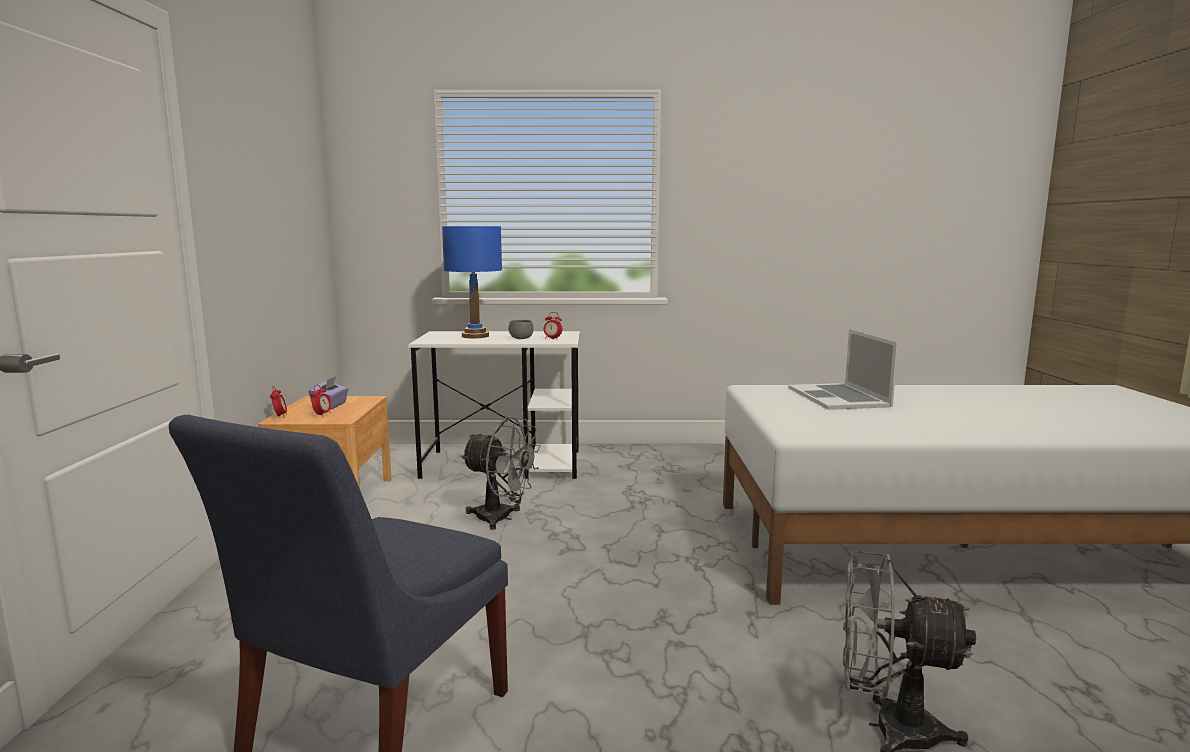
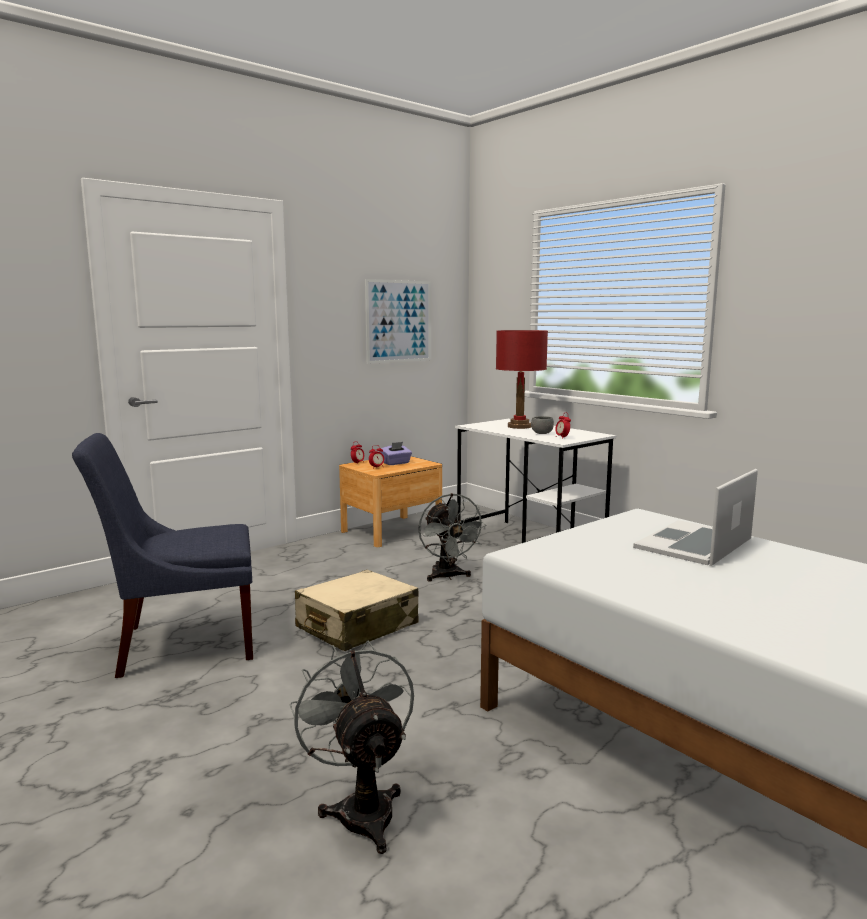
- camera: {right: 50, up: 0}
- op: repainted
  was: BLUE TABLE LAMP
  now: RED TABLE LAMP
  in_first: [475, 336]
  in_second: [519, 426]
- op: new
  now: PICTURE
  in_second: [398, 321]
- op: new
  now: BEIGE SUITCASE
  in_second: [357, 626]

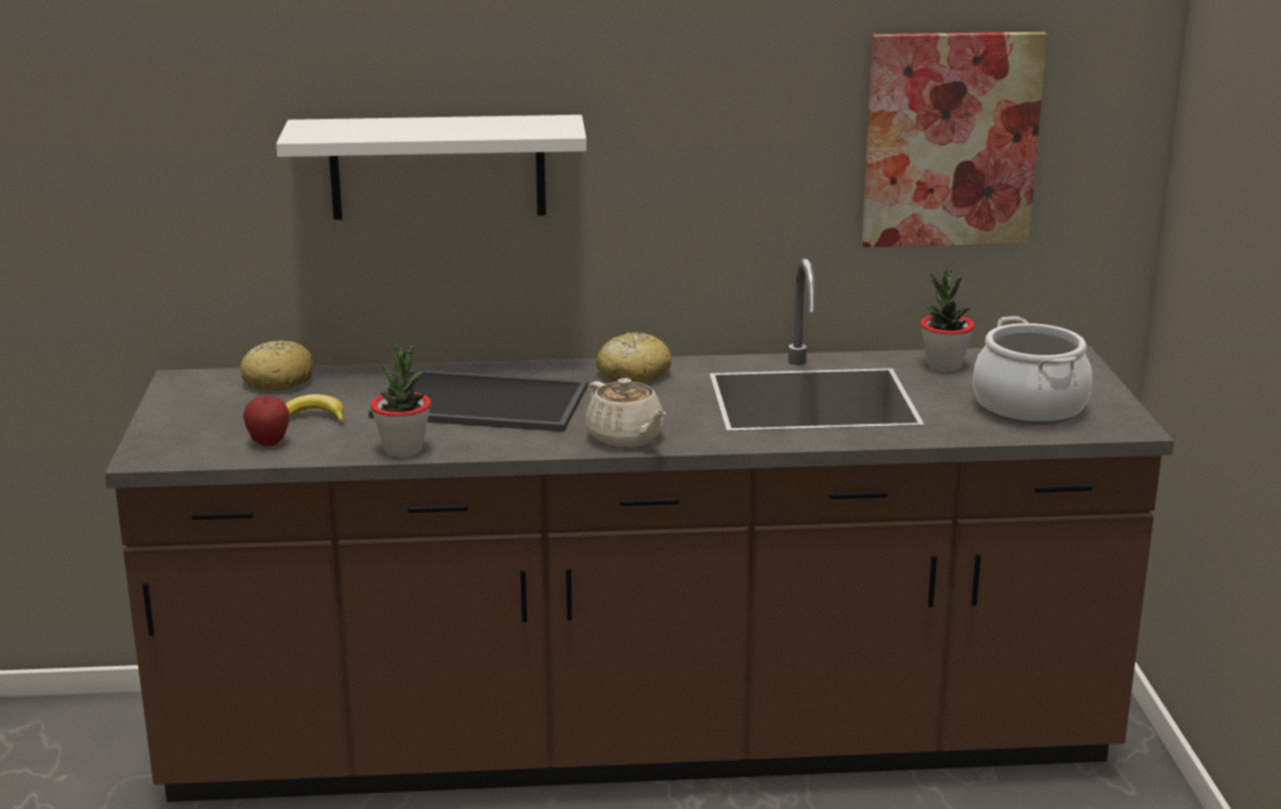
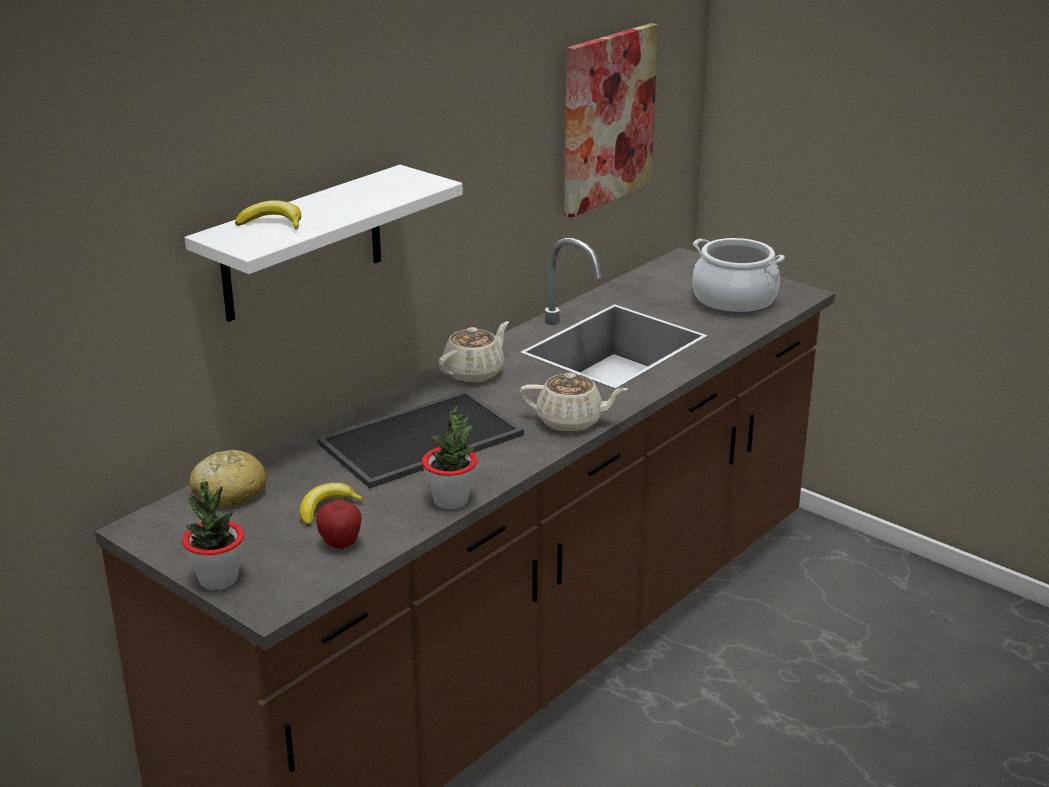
- camera: {right: -45, up: 5}
- op: shifted
  was: POTTED PLANT
  in_first: [944, 366]
  in_second: [218, 580]
- op: swapped
  was: BREAD
  now: BEIGE TEAPOT
  in_first: [633, 374]
  in_second: [474, 373]
- op: new
  now: BANANA
  in_second: [272, 223]

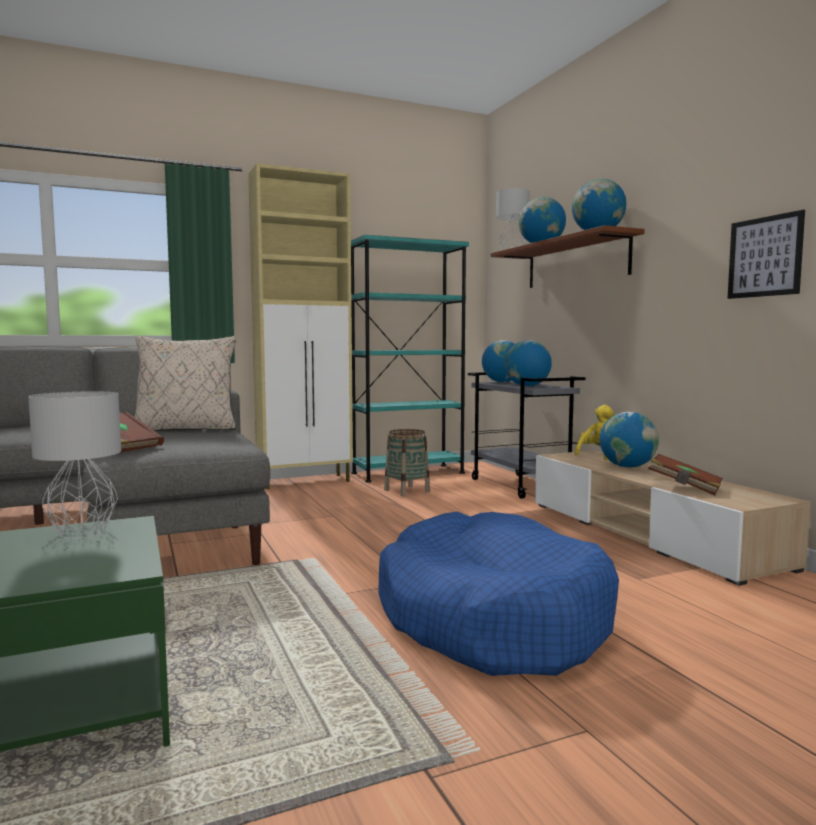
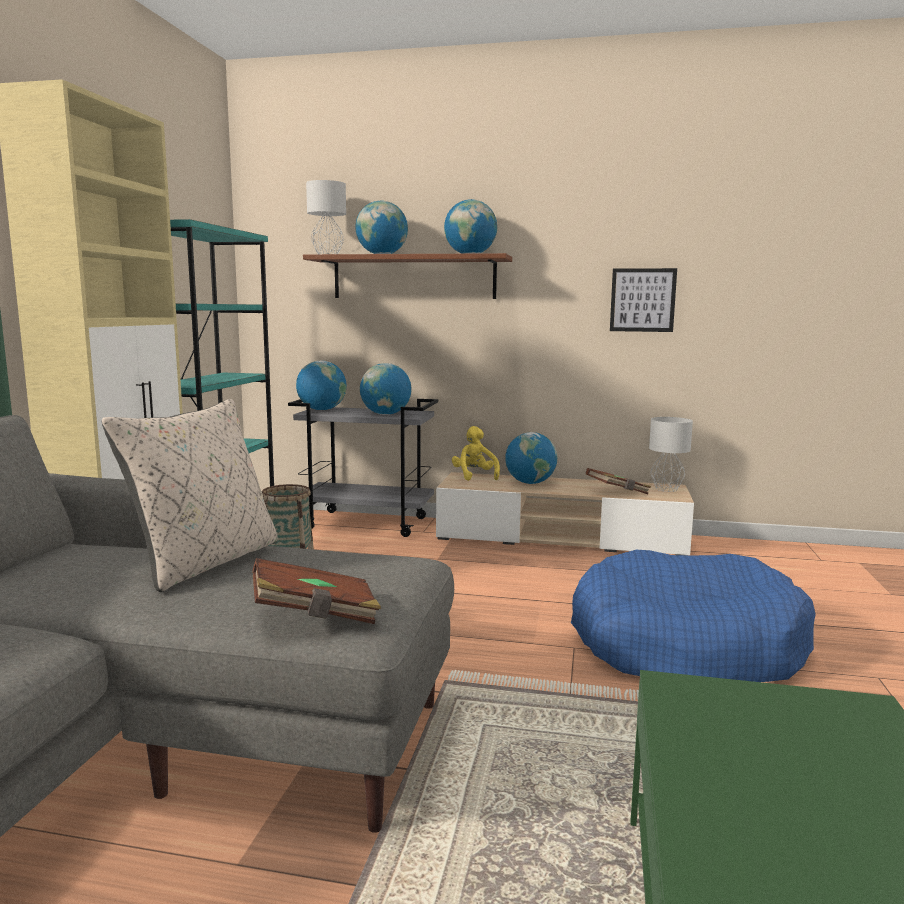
- camera: {right: -55, up: 5}
- op: shifted
  was: GREY TABLE LAMP
  in_first: [81, 533]
  in_second: [666, 489]

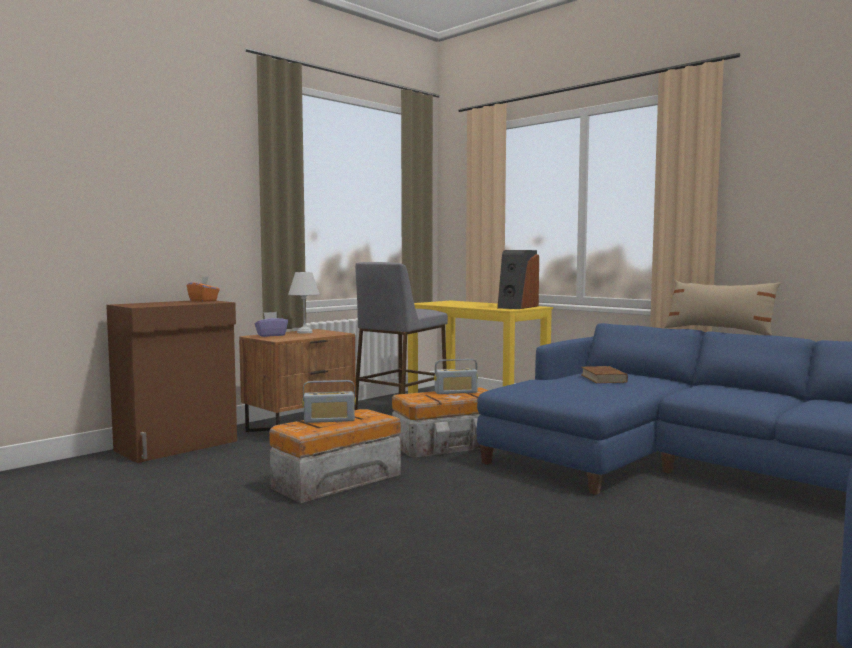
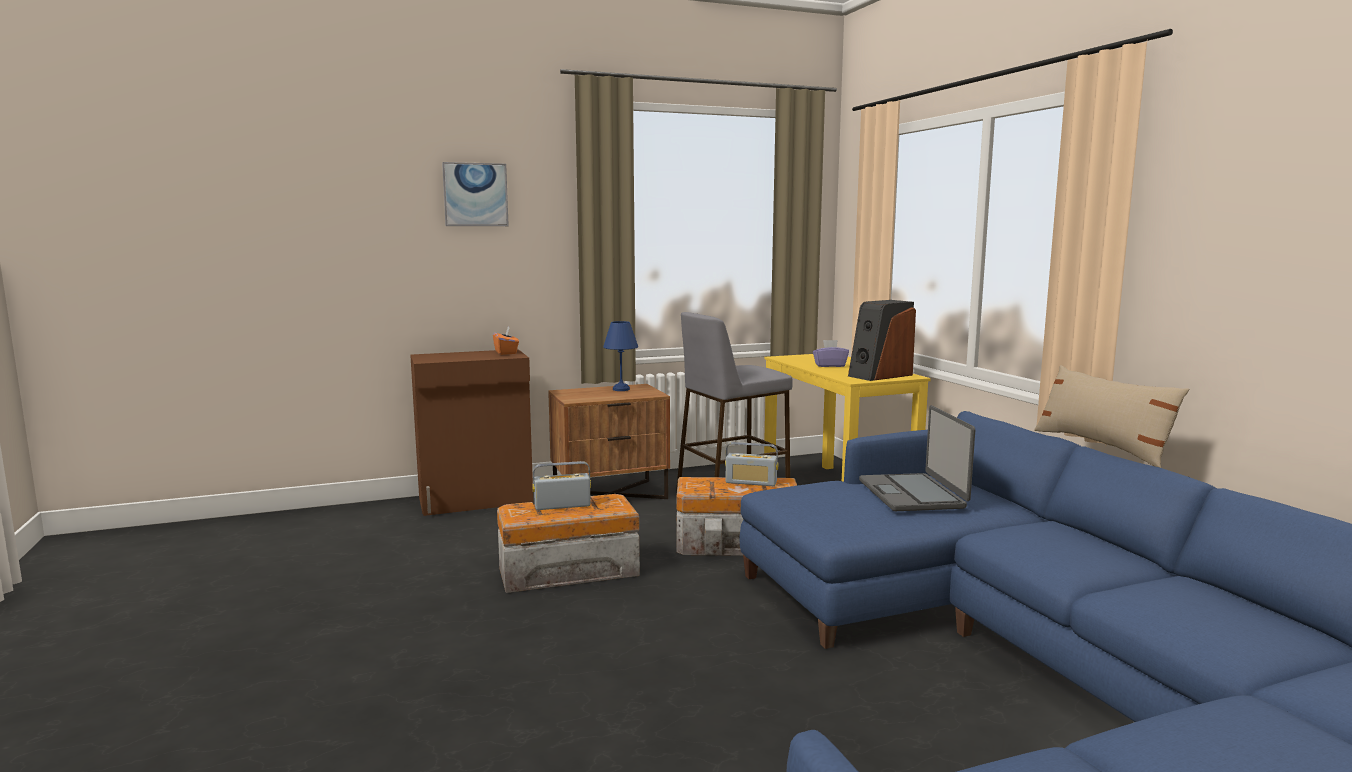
- camera: {right: 25, up: 5}
- op: repainted
  was: WHITE TABLE LAMP
  now: BLUE TABLE LAMP
  in_first: [305, 332]
  in_second: [622, 389]
- op: shifted
  was: PURPLE TISSUE BOX
  in_first: [271, 335]
  in_second: [829, 365]
- op: swapped
  was: BROWN BOOK
  now: LAPTOP
  in_first: [603, 378]
  in_second: [913, 494]
- op: rotated
  was: RADIO
  in_first: [329, 420]
  in_second: [562, 505]
  clockwise: 150
- op: new
  now: PICTURE
  in_second: [475, 194]

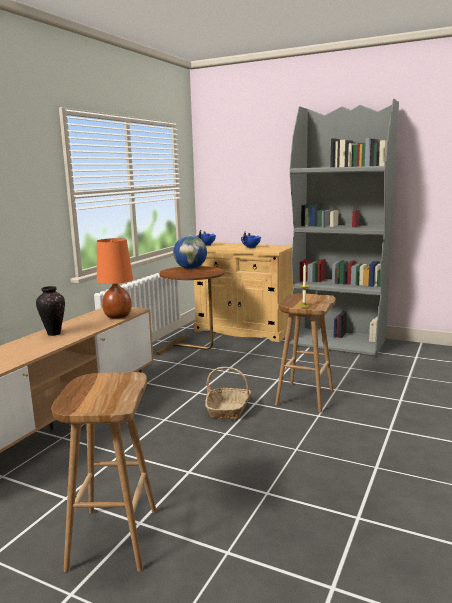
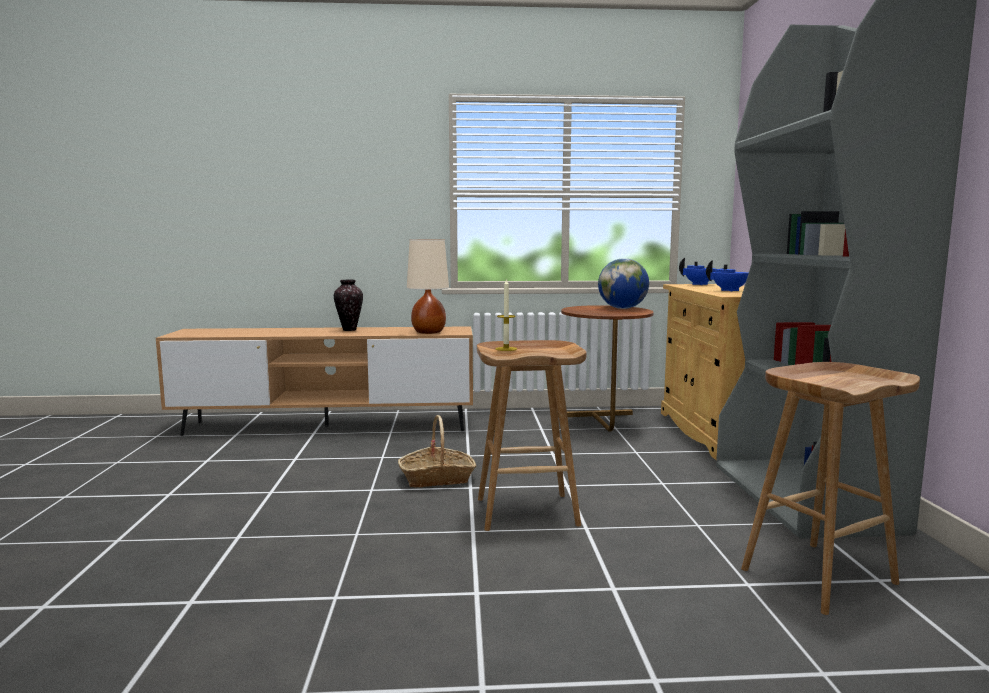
- camera: {right: 60, up: -5}
- op: repainted
  was: ORANGE TABLE LAMP
  now: BEIGE TABLE LAMP
  in_first: [117, 316]
  in_second: [429, 332]
- op: shifted
  was: BROWN STOOL
  in_first: [113, 537]
  in_second: [818, 575]

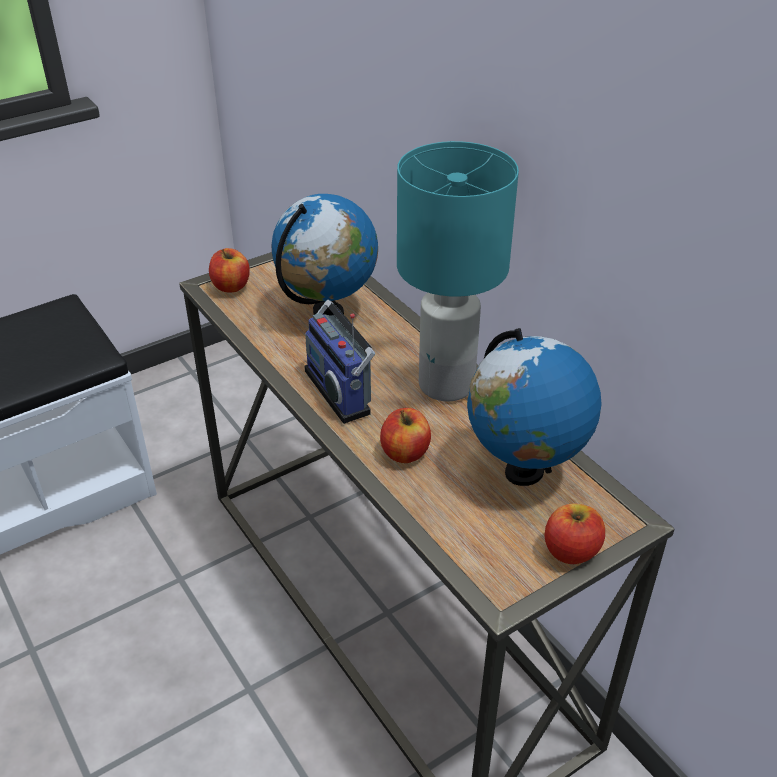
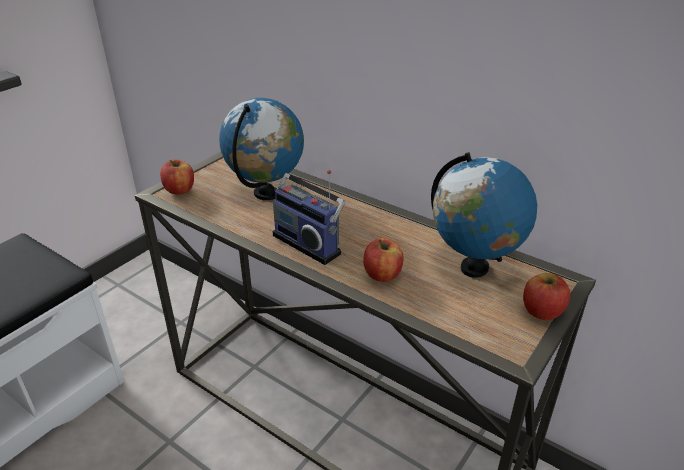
- camera: {right: -20, up: -5}
- op: gone
  was: TURQUOISE TABLE LAMP
  in_first: [446, 386]

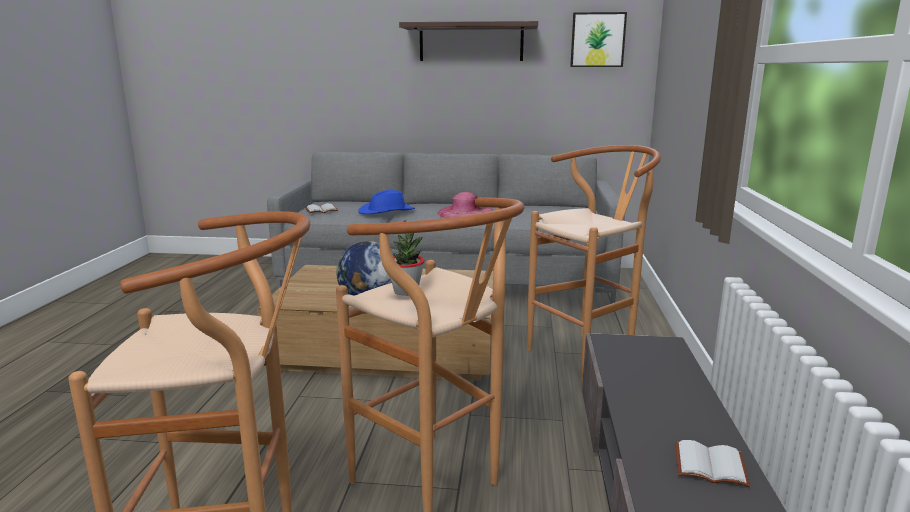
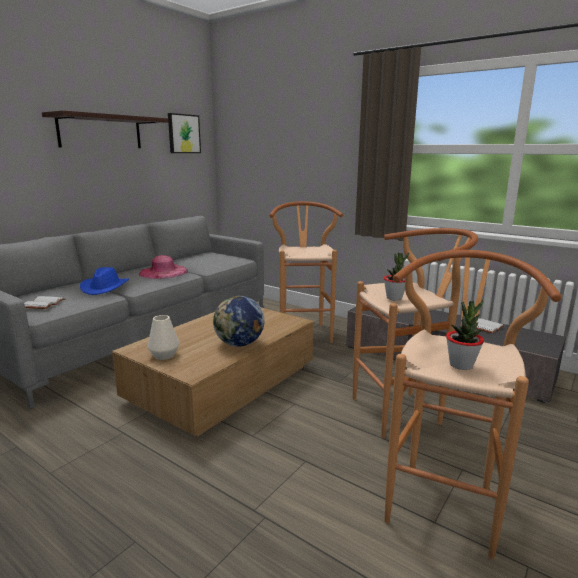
- camera: {right: -60, up: 0}
- op: new
  now: POTTED PLANT
  in_second: [461, 365]
- op: new
  now: WHITE VASE
  in_second: [164, 355]

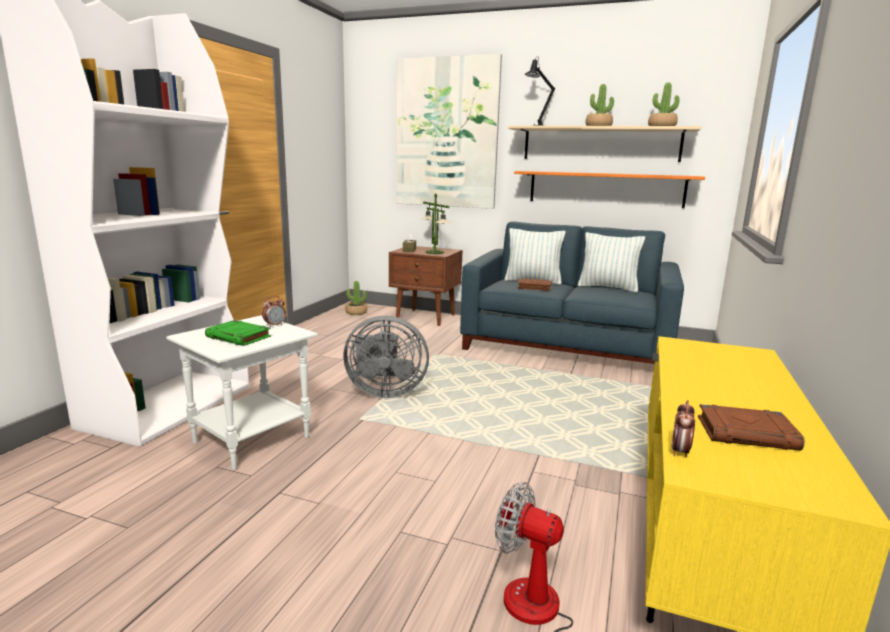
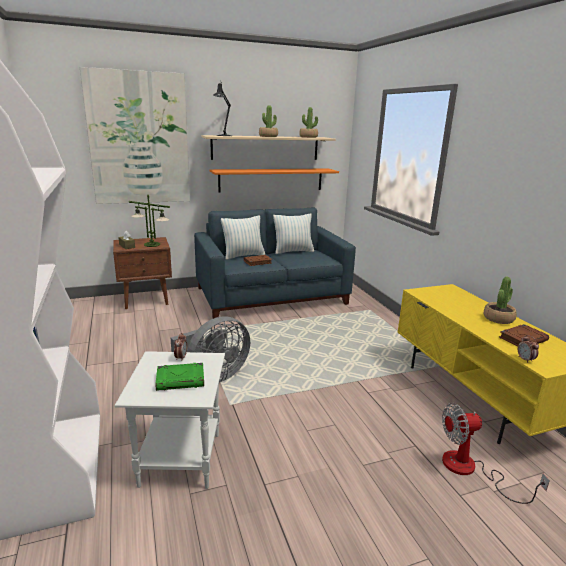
- camera: {right: -40, up: 5}
- op: shifted
  was: POTTED PLANT
  in_first: [356, 313]
  in_second: [498, 319]

